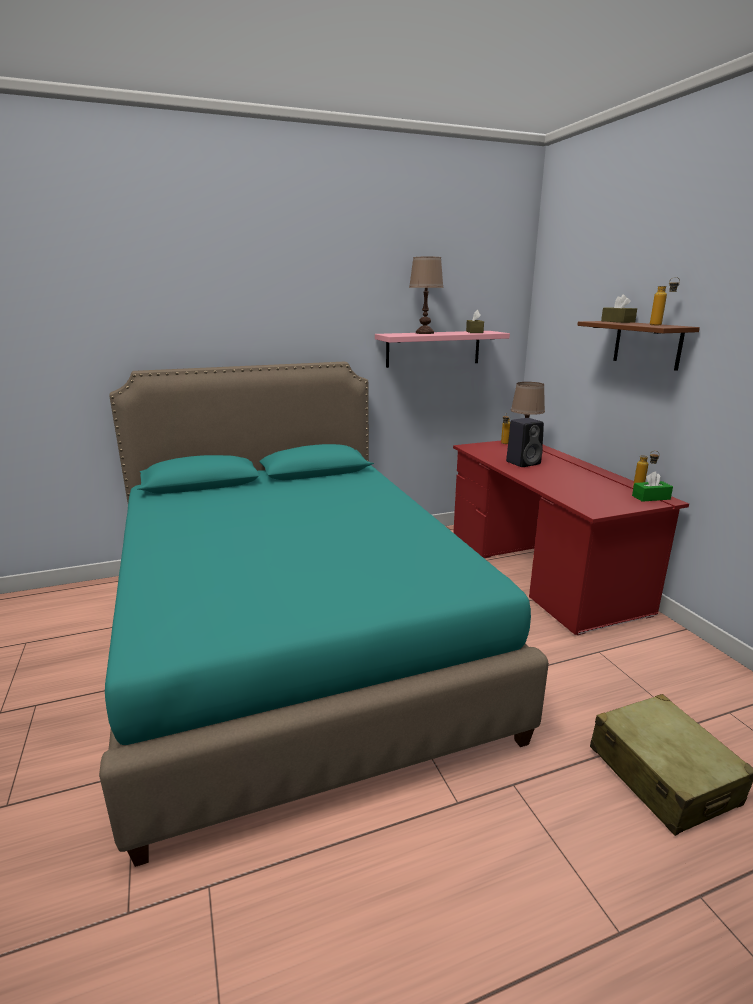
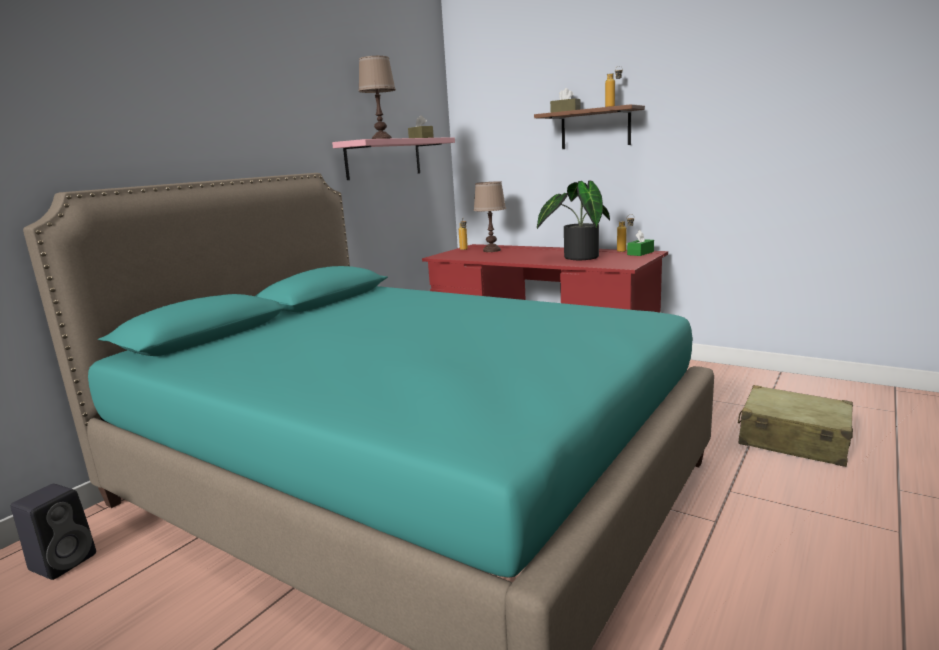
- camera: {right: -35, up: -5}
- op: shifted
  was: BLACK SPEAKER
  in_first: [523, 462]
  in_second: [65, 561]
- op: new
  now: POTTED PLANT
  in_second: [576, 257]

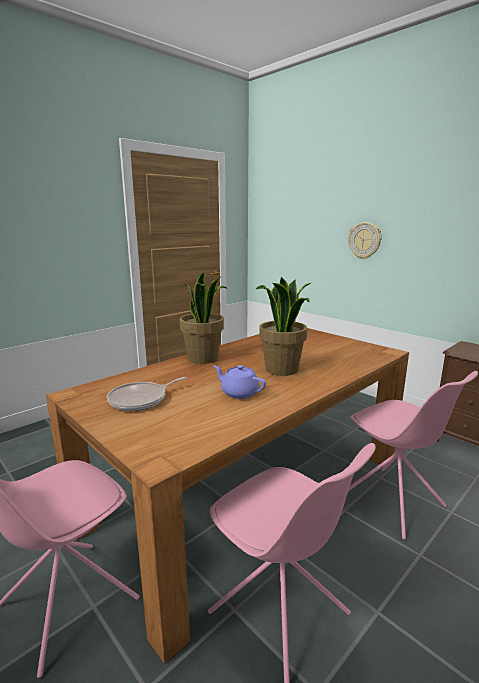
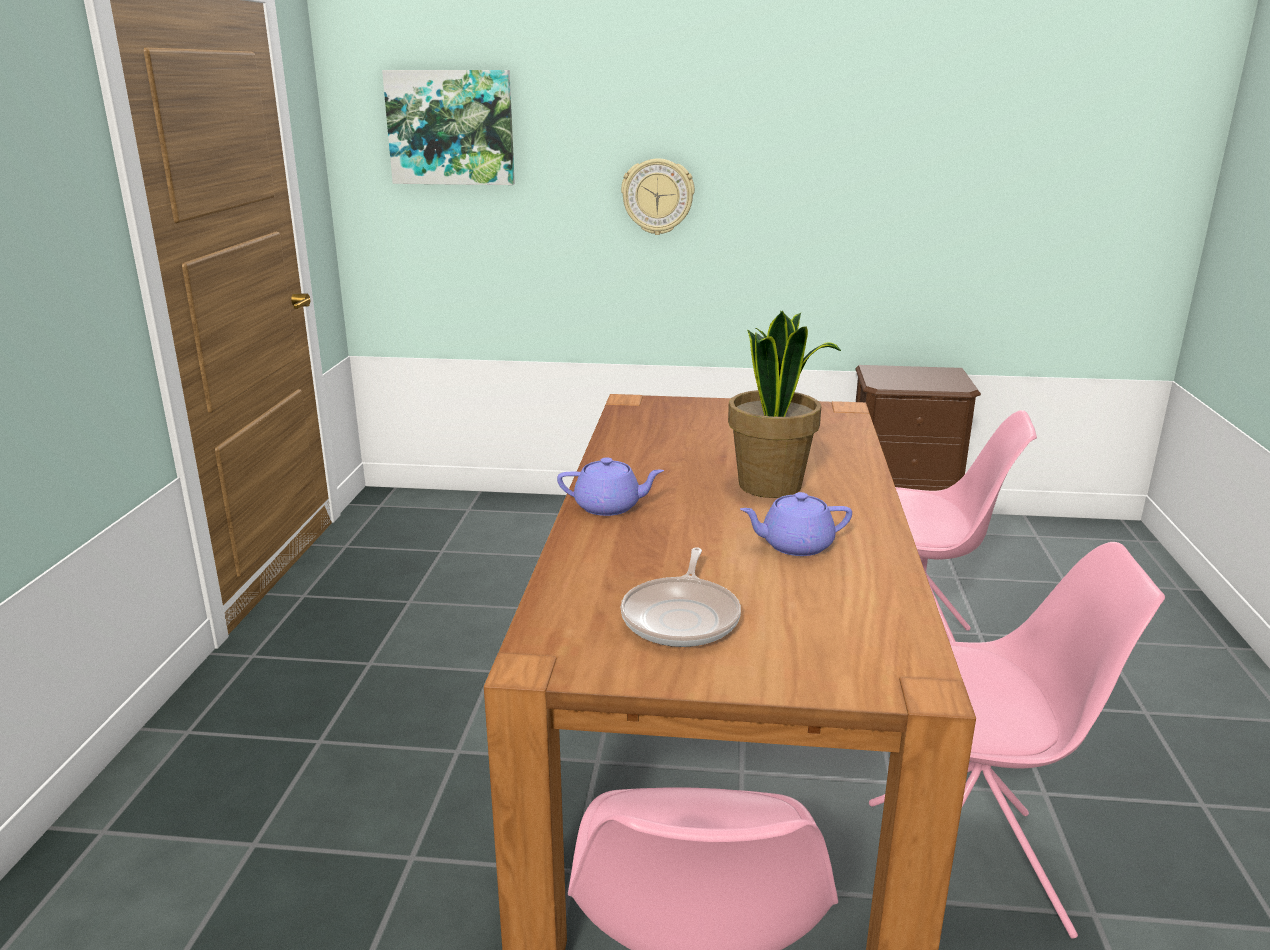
- camera: {right: -40, up: 5}
- op: swapped
  was: POTTED PLANT
  now: PURPLE TEAPOT
  in_first: [203, 358]
  in_second: [609, 507]
- op: new
  now: PICTURE
  in_second: [451, 127]

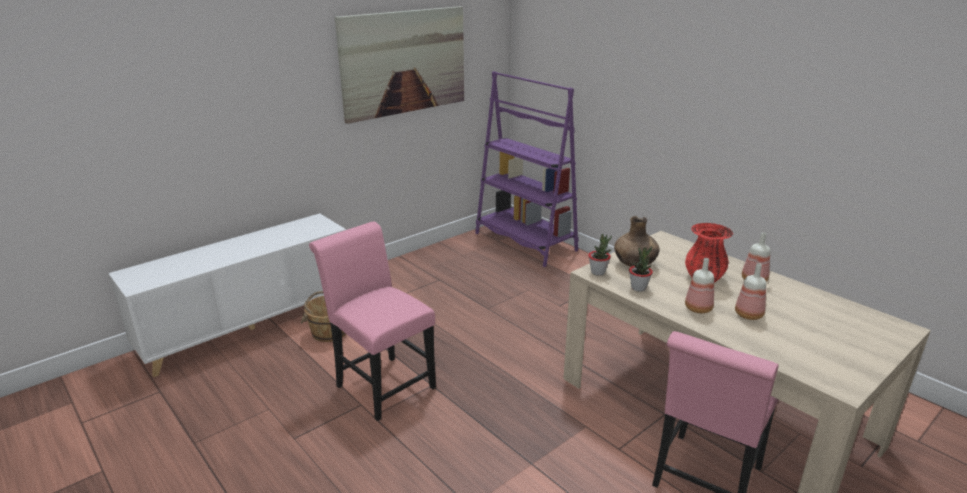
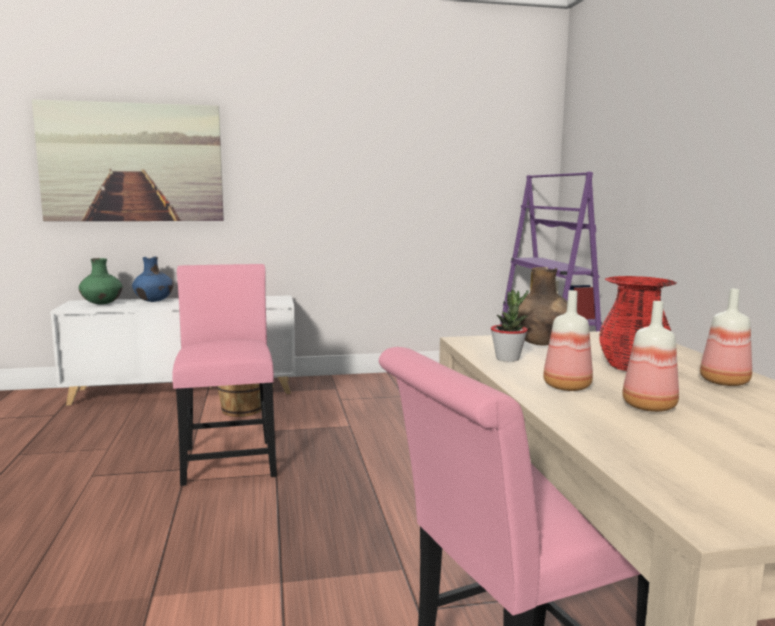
- camera: {right: 30, up: -15}
- op: shifted
  was: PICTURE
  in_first: [404, 62]
  in_second: [132, 163]
- op: gone
  was: POTTED PLANT
  in_first: [598, 272]
- op: new
  now: BLUE VASE
  in_second: [154, 301]
- op: new
  now: GREEN VASE
  in_second: [102, 304]

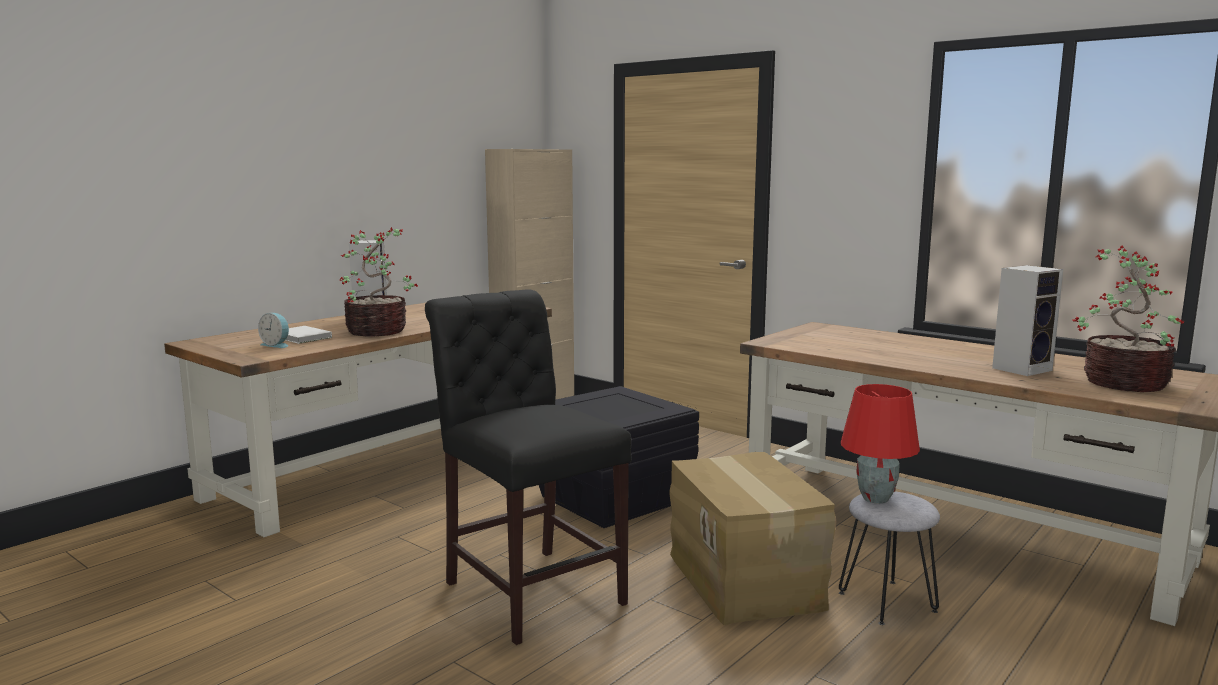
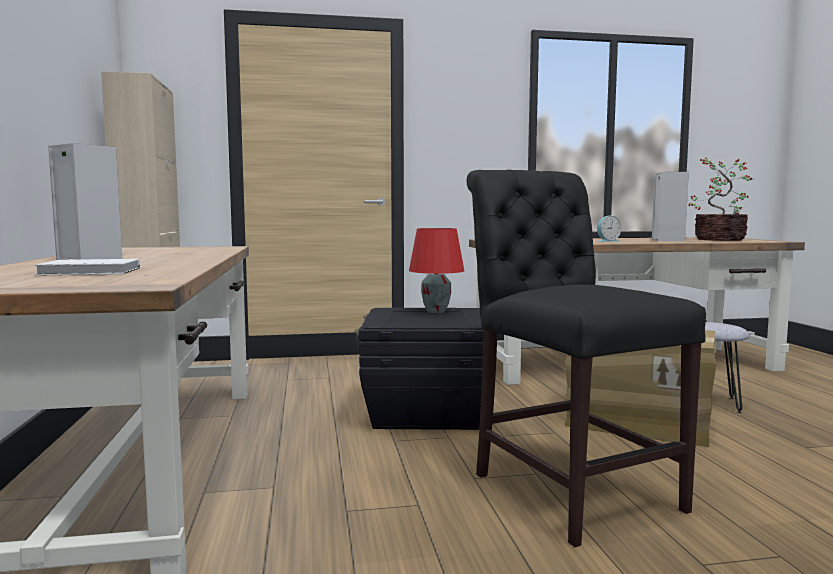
- camera: {right: -50, up: -5}
- op: gone
  was: POTTED PLANT
  in_first: [378, 331]
- op: rotated
  was: BLACK CHAIR
  in_first: [529, 588]
  in_second: [569, 487]
  clockwise: 60
- op: shifted
  was: ALARM CLOCK
  in_first: [276, 345]
  in_second: [607, 241]
- op: shifted
  was: RED TABLE LAMP
  in_first: [876, 499]
  in_second: [436, 311]

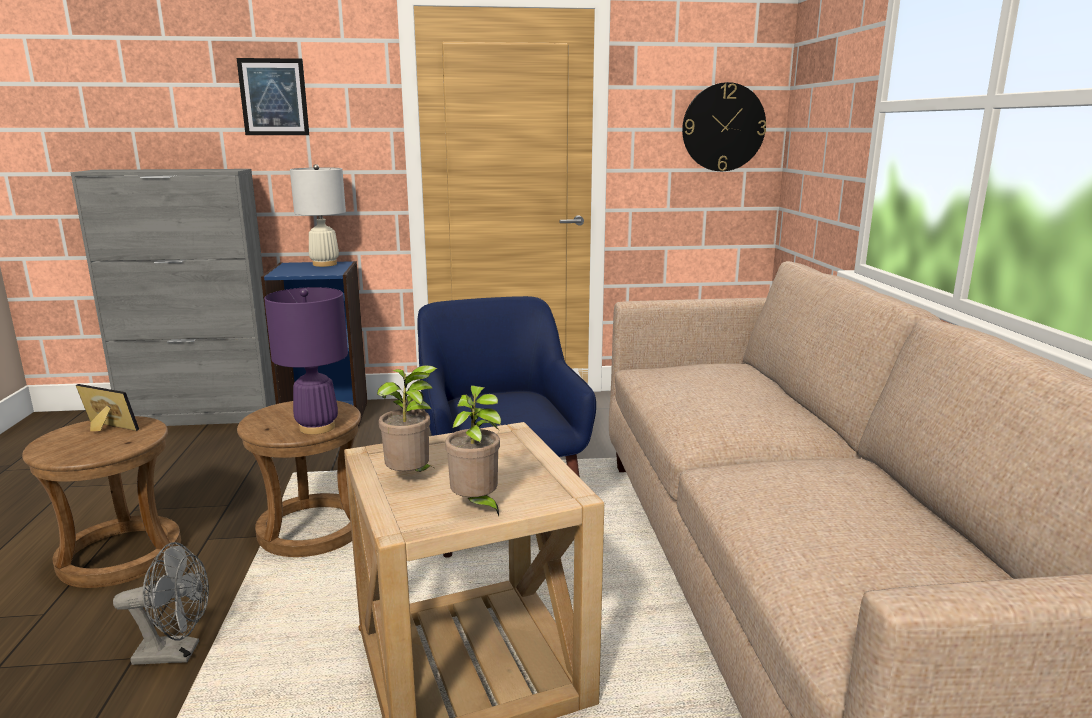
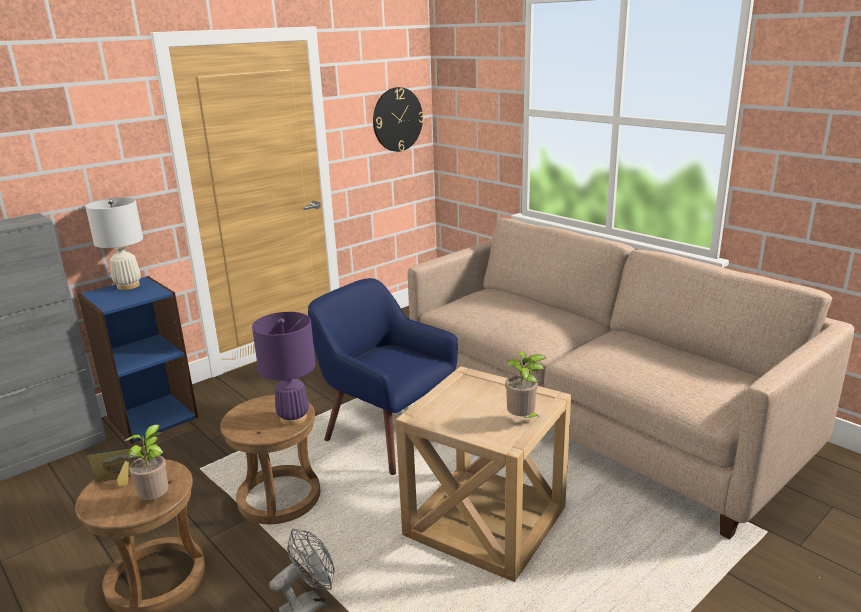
- camera: {right: -35, up: 5}
- op: gone
  was: PICTURE
  in_first: [273, 97]
- op: shifted
  was: POTTED PLANT
  in_first: [411, 478]
  in_second: [157, 500]

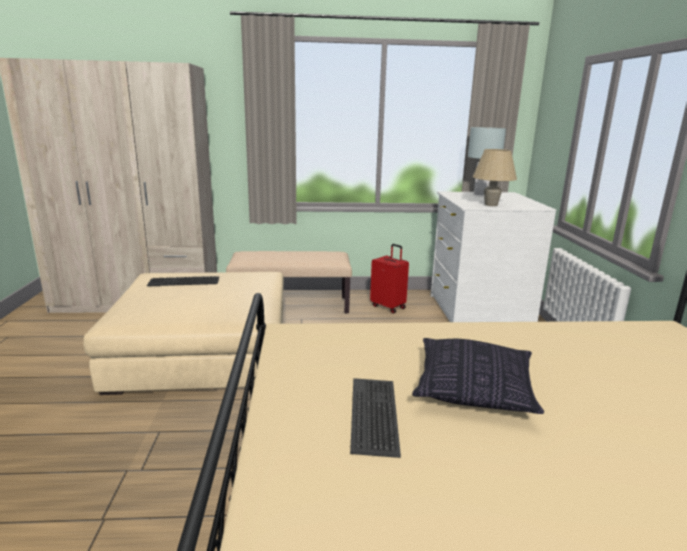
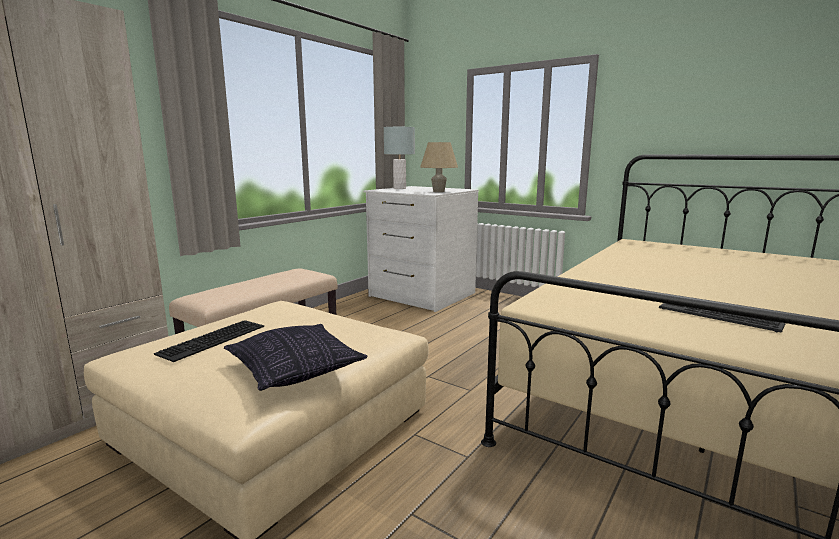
- camera: {right: -50, up: -5}
- op: gone
  was: RED SUITCASE
  in_first: [388, 307]
- op: shifted
  was: PILLOW
  in_first: [473, 390]
  in_second: [295, 371]

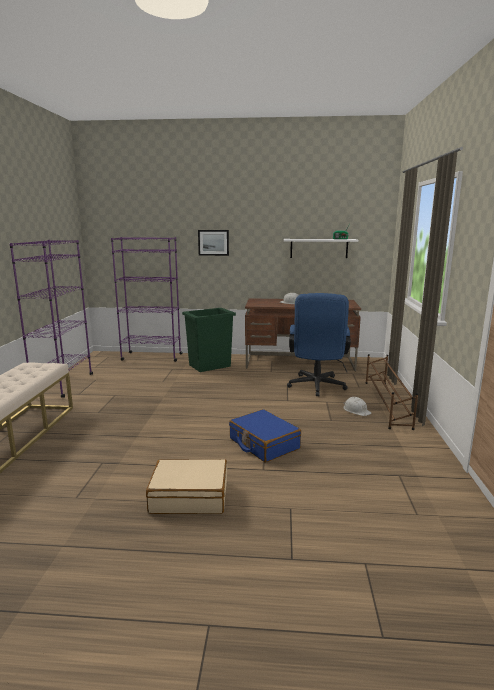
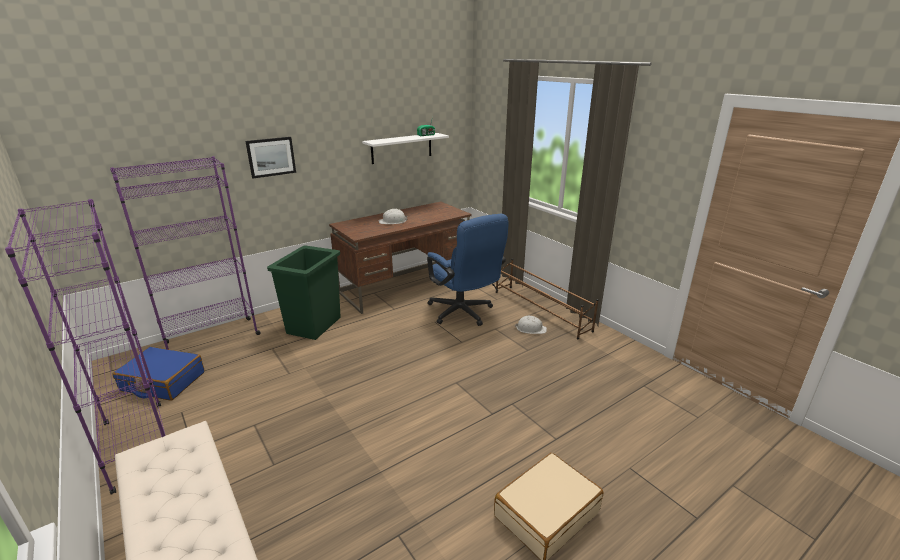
- camera: {right: -40, up: 10}
- op: shifted
  was: BLUE SUITCASE
  in_first: [263, 444]
  in_second: [162, 382]

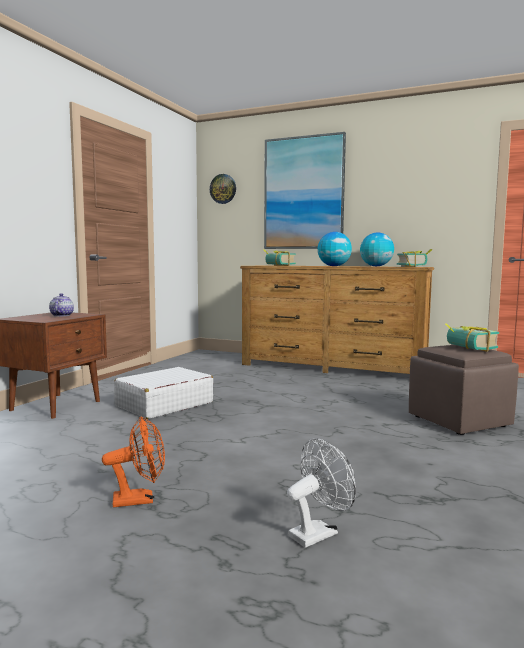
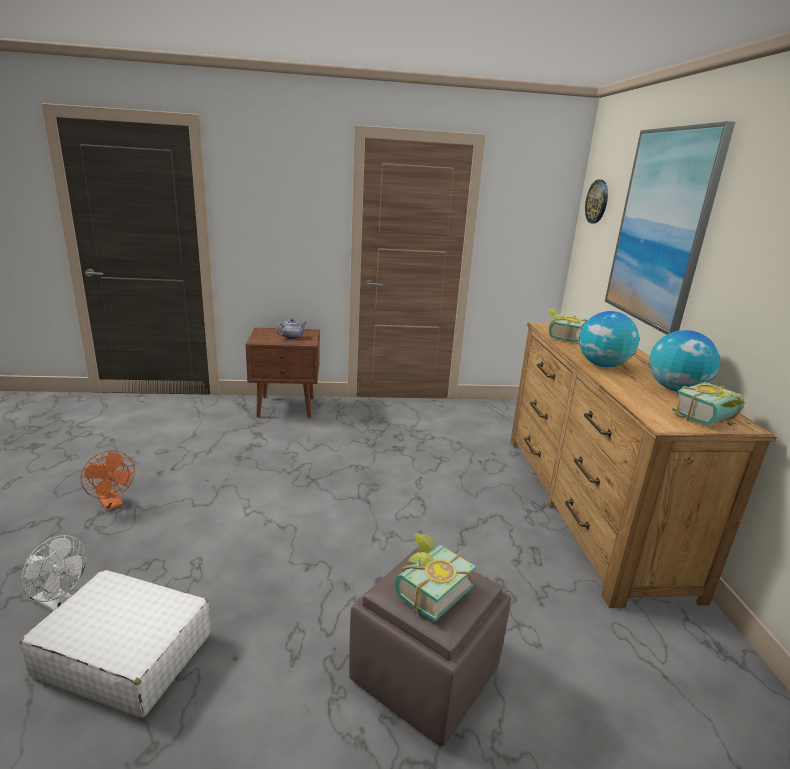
- camera: {right: 60, up: 15}
- op: shifted
  was: WHITE SUITCASE
  in_first: [164, 404]
  in_second: [124, 654]

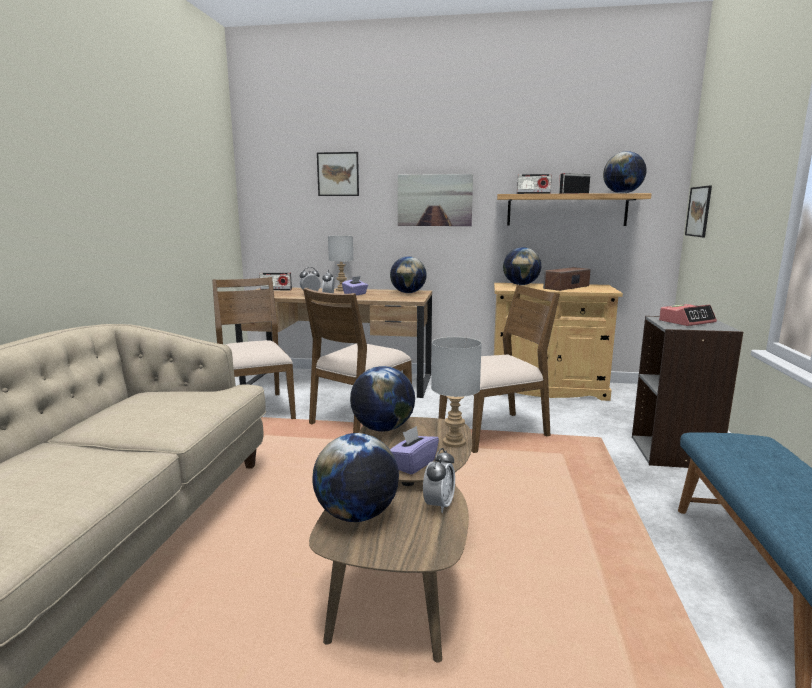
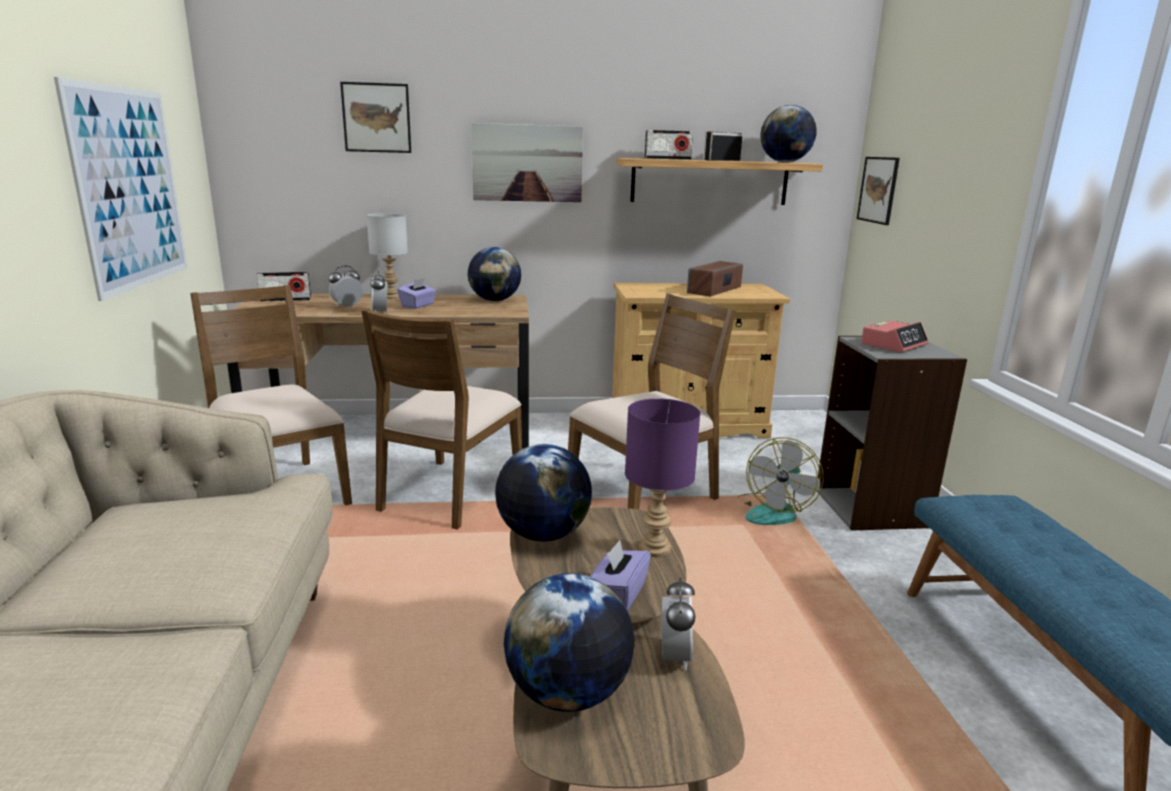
- camera: {right: -15, up: 5}
- op: gone
  was: GLOBE
  in_first: [521, 285]
- op: repainted
  was: GREY TABLE LAMP
  now: PURPLE TABLE LAMP
  in_first: [453, 443]
  in_second: [653, 549]
- op: new
  now: PICTURE
  in_second: [130, 188]
- op: new
  now: FAN
  in_second: [774, 511]

